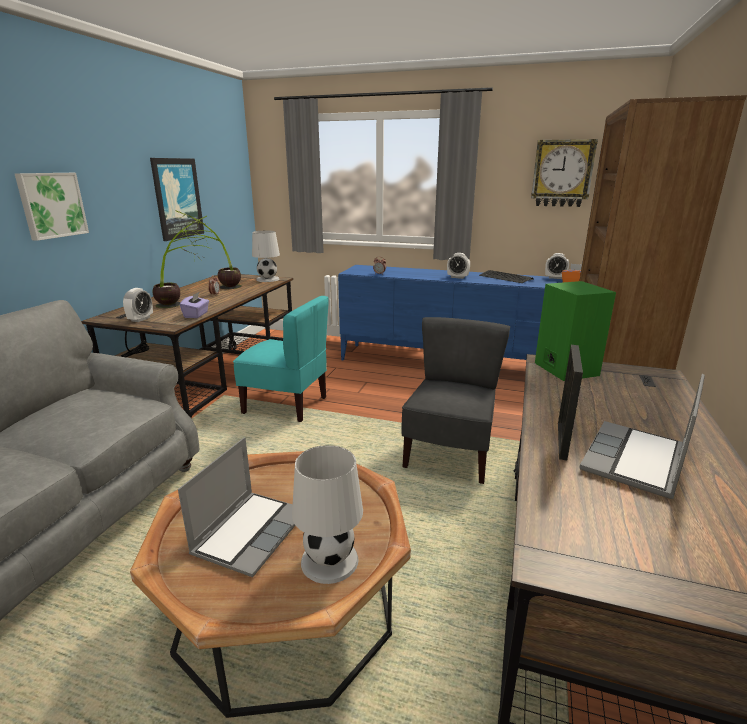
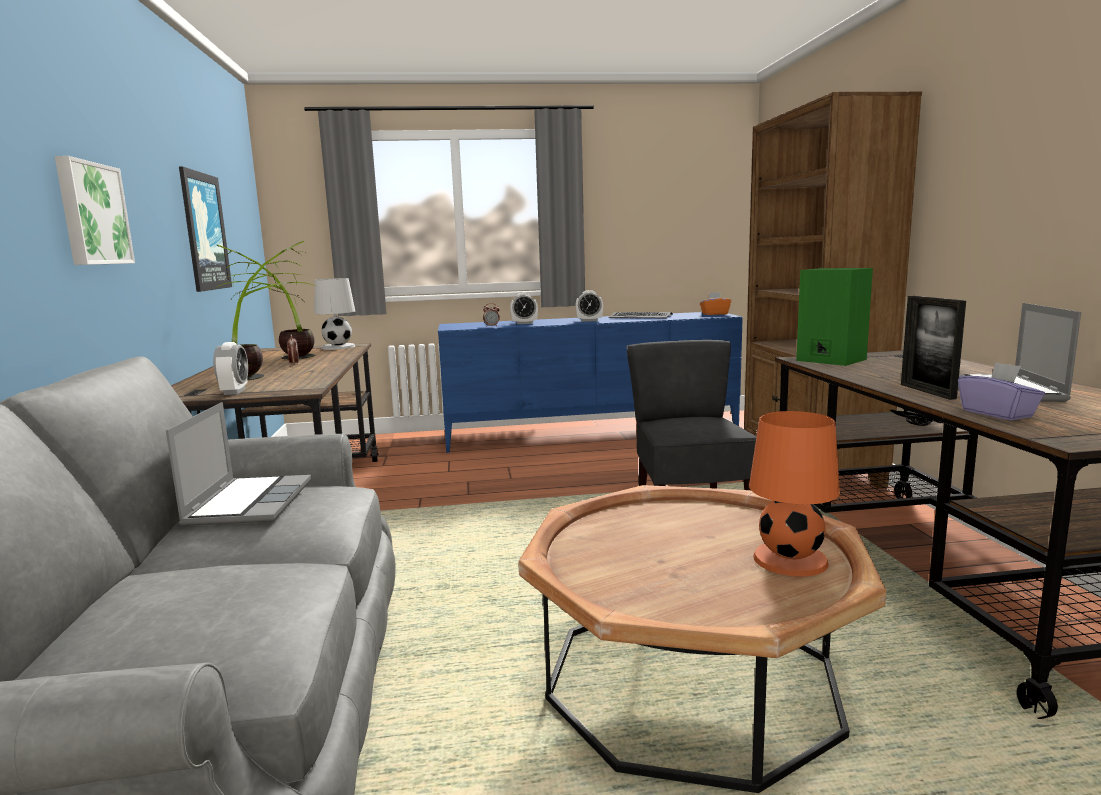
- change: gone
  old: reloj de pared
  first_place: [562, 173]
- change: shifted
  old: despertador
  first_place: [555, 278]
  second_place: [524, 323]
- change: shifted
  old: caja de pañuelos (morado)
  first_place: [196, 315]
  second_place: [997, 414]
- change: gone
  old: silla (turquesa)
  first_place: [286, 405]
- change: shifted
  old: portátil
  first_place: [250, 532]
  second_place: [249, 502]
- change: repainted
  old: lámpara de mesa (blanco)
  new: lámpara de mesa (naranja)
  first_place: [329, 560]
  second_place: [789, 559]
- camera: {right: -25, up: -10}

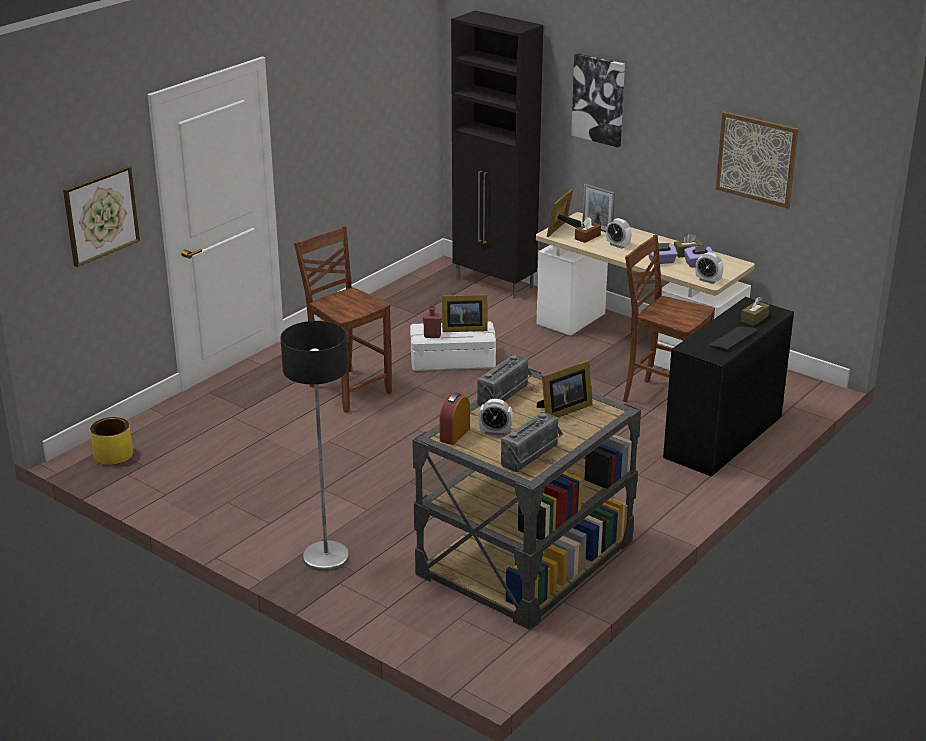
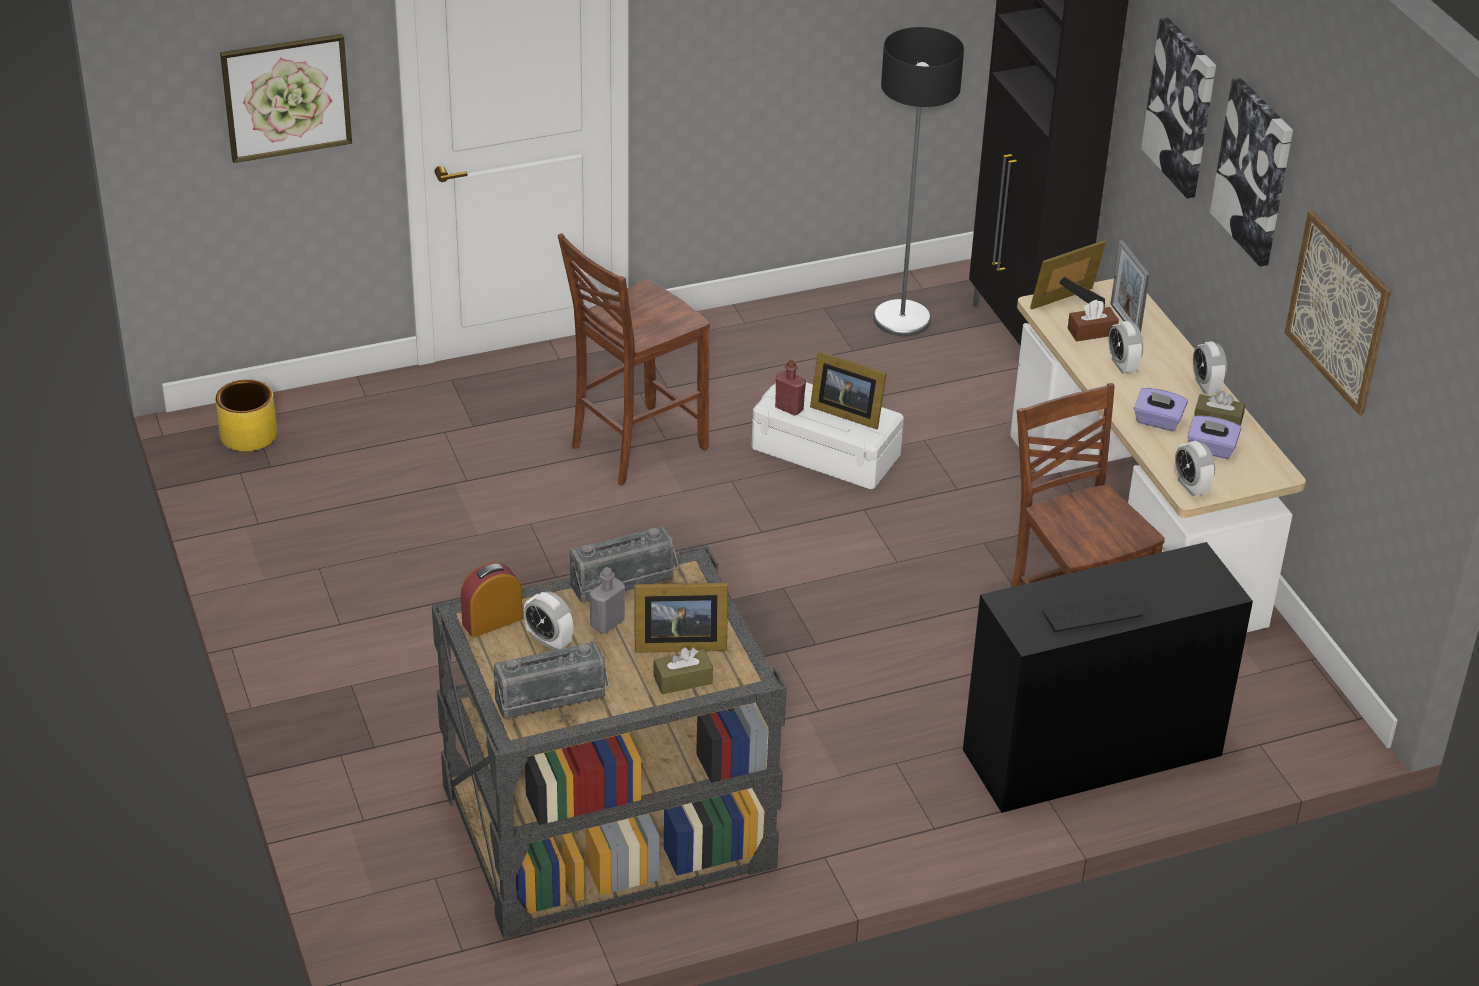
- change: rotated
  old: silla (marrón)
  first_place: [348, 389]
  second_place: [634, 447]
  degrees: -120
- change: shifted
  old: caja de pañuelos (marrón)
  first_place: [754, 318]
  second_place: [682, 680]
- change: shifted
  old: lámpara de pie
  first_place: [325, 557]
  second_place: [901, 319]
- change: new
  new: cuadro
  second_place: [1254, 171]
- change: new
  new: despertador
  second_place: [1206, 386]
- change: new
  new: botella (gris)
  second_place: [607, 623]
- camera: {right: 30, up: 10}

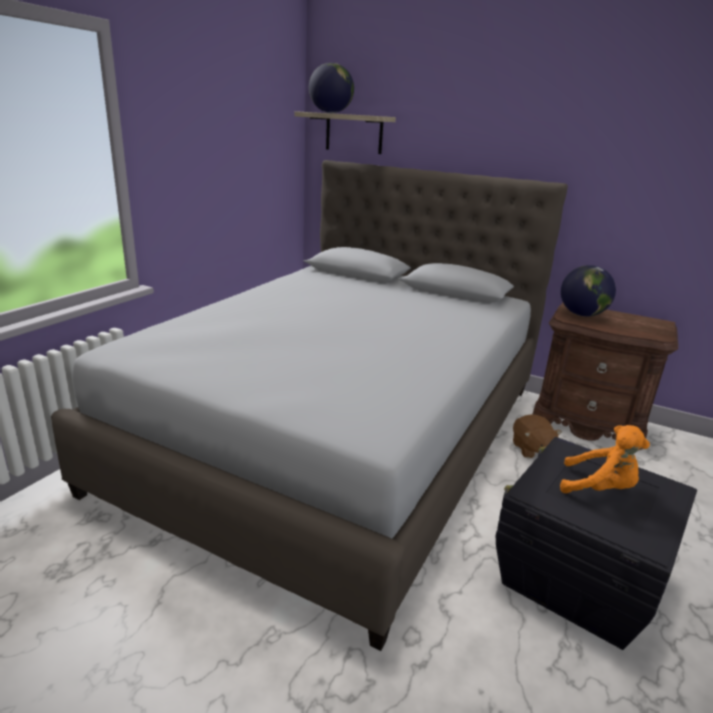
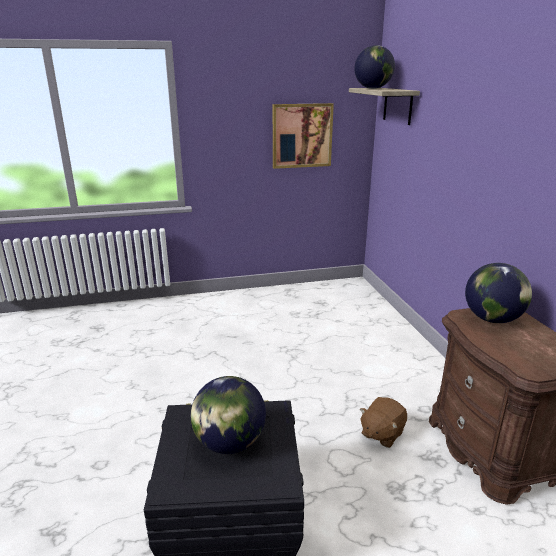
- change: gone
  old: cama (gris)
  first_place: [342, 434]
- change: swapped
  old: peluche (naranja)
  new: globo terráqueo
  first_place: [599, 488]
  second_place: [229, 443]
- change: new
  new: cuadro
  second_place: [302, 135]
- camera: {right: 50, up: 0}

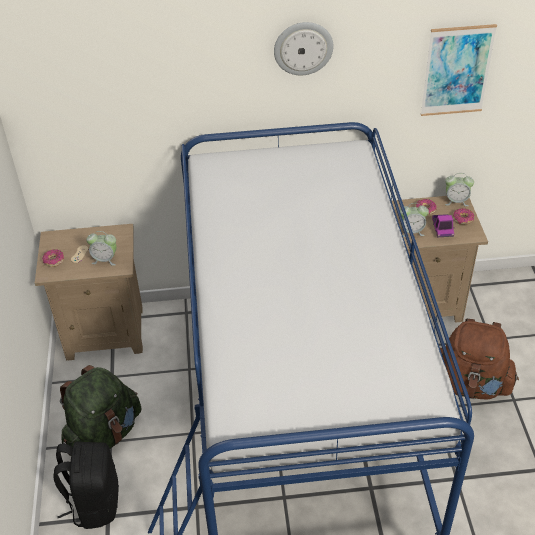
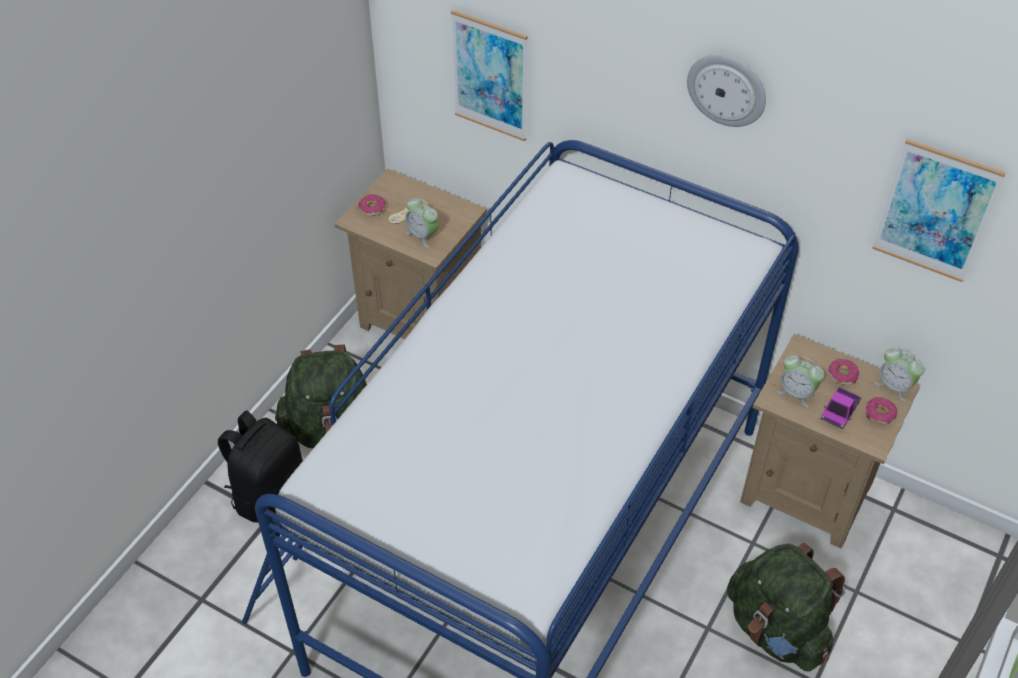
- change: repainted
  old: mochila (marrón)
  new: mochila (verde)
  first_place: [470, 384]
  second_place: [777, 629]
- change: new
  new: cuadro
  second_place: [490, 76]
- camera: {right: 35, up: 5}

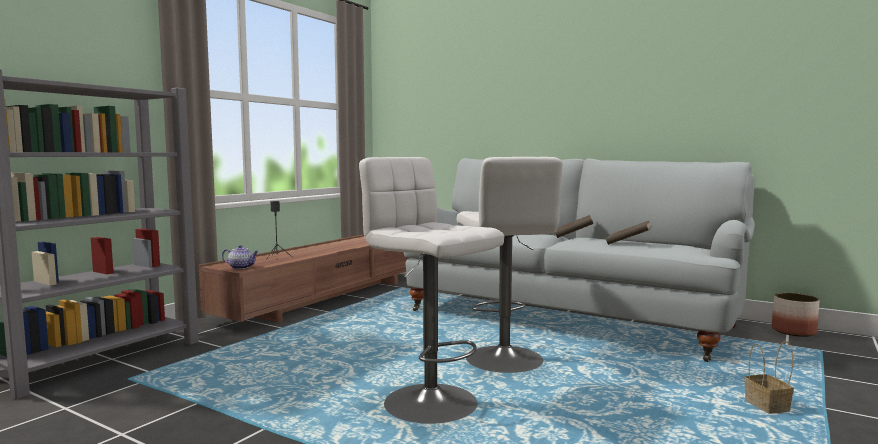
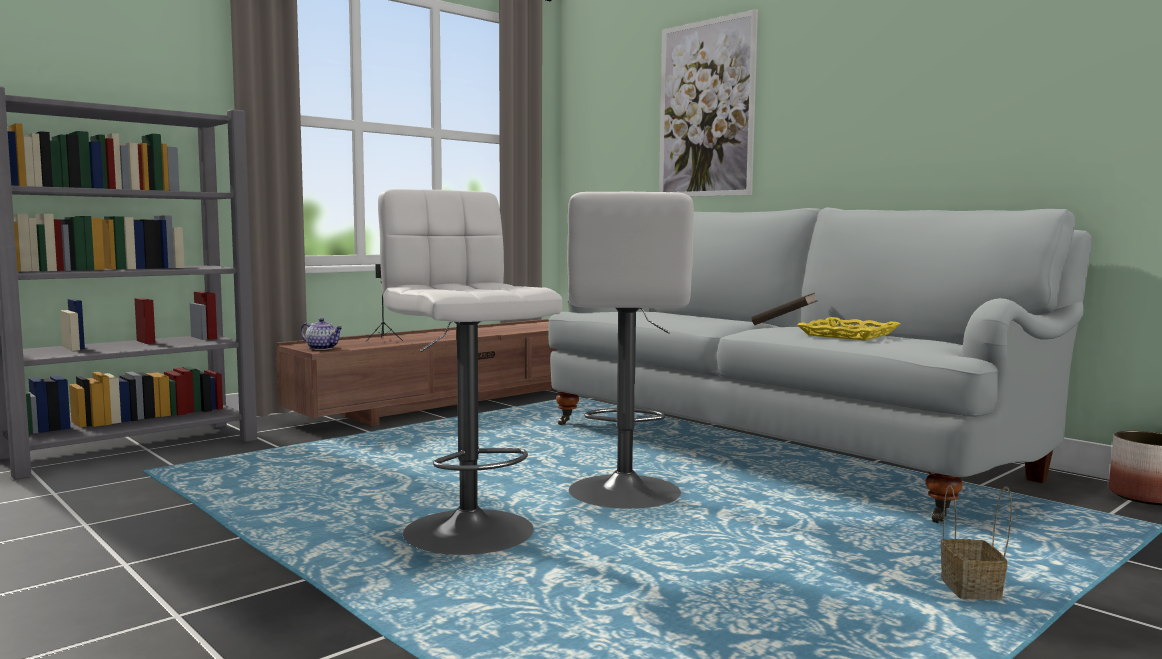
- change: swapped
  old: libro (marrón)
  new: bandeja (amarillo)
  first_place: [628, 243]
  second_place: [847, 334]
- change: new
  new: cuadro
  second_place: [706, 109]
- camera: {right: 15, up: 0}

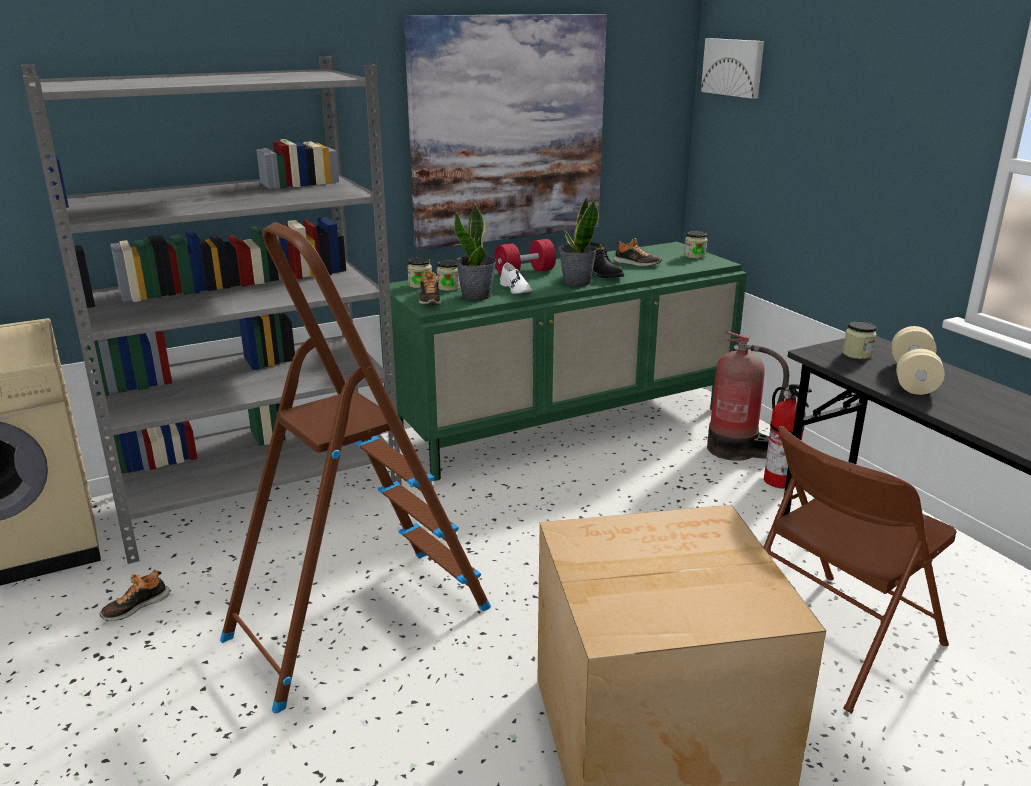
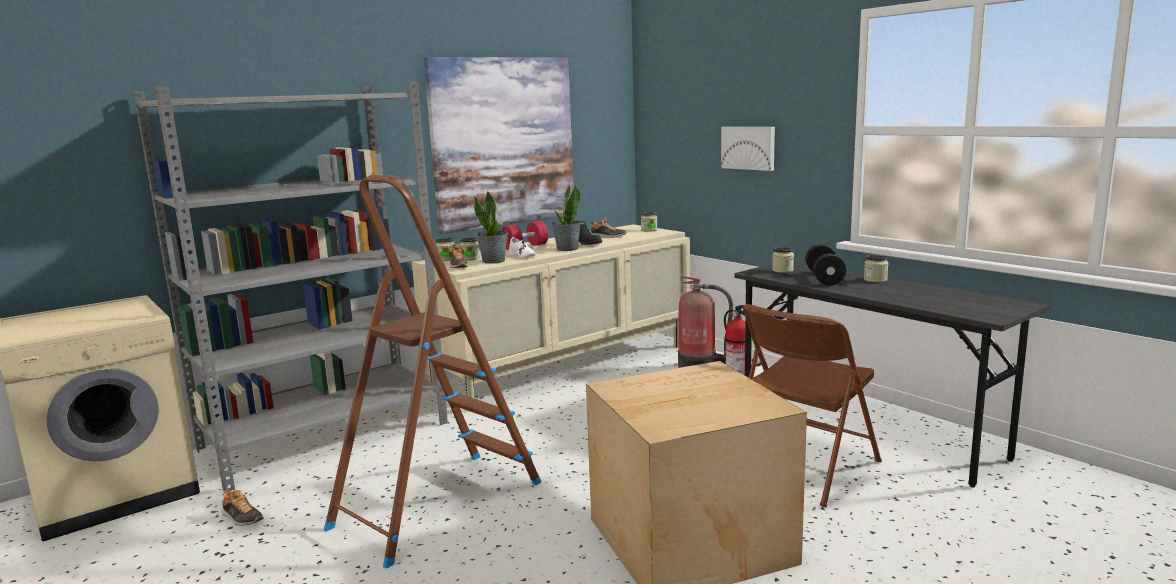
- change: shifted
  old: cuadro
  first_place: [734, 67]
  second_place: [749, 147]
- change: repainted
  old: armario (verde)
  new: armario (beis)
  first_place: [565, 424]
  second_place: [565, 367]
- change: repainted
  old: mancuerna (beis)
  new: mancuerna (negro)
  first_place: [912, 378]
  second_place: [824, 278]
- change: rotated
  old: zapato
  first_place: [135, 606]
  second_place: [242, 518]
  degrees: -90
- change: new
  new: tarro
  second_place: [875, 280]
- camera: {right: -10, up: -10}

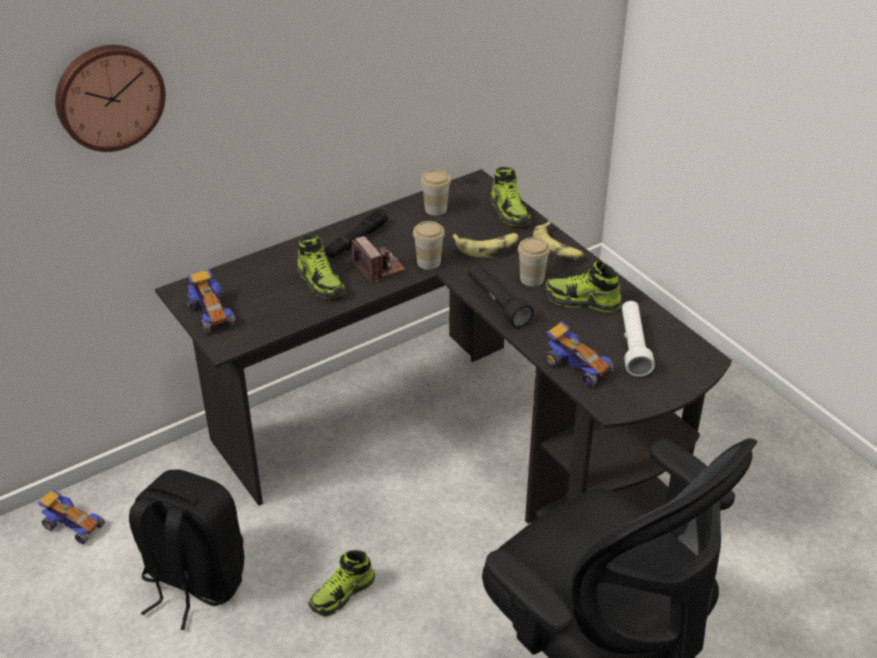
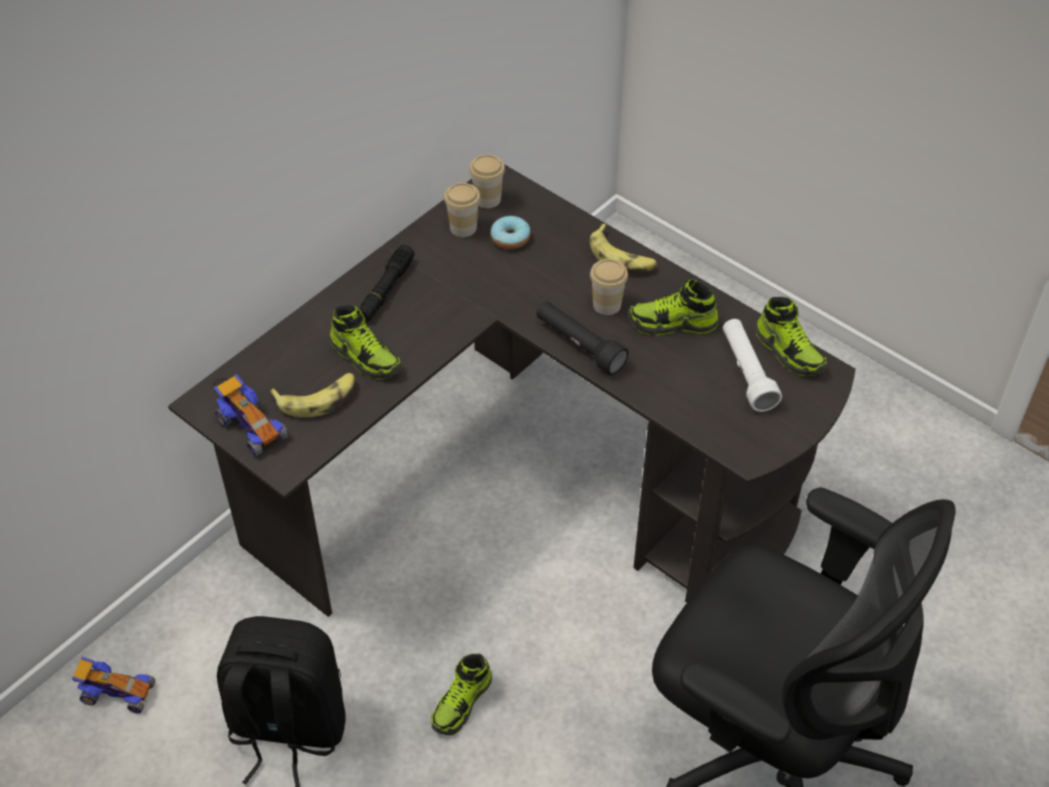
- change: gone
  old: reloj de pared
  first_place: [109, 96]
- change: shifted
  old: zapato
  first_place: [510, 211]
  second_place: [789, 351]
- change: shifted
  old: taza
  first_place: [428, 262]
  second_place: [487, 199]
- change: shifted
  old: plátano
  first_place: [487, 248]
  second_place: [317, 398]
- change: gone
  old: cámara
  first_place: [379, 268]
- change: gone
  old: coche de juguete
  first_place: [576, 366]
- change: new
  new: rosquilla
  second_place: [510, 238]
- camera: {right: -15, up: 10}

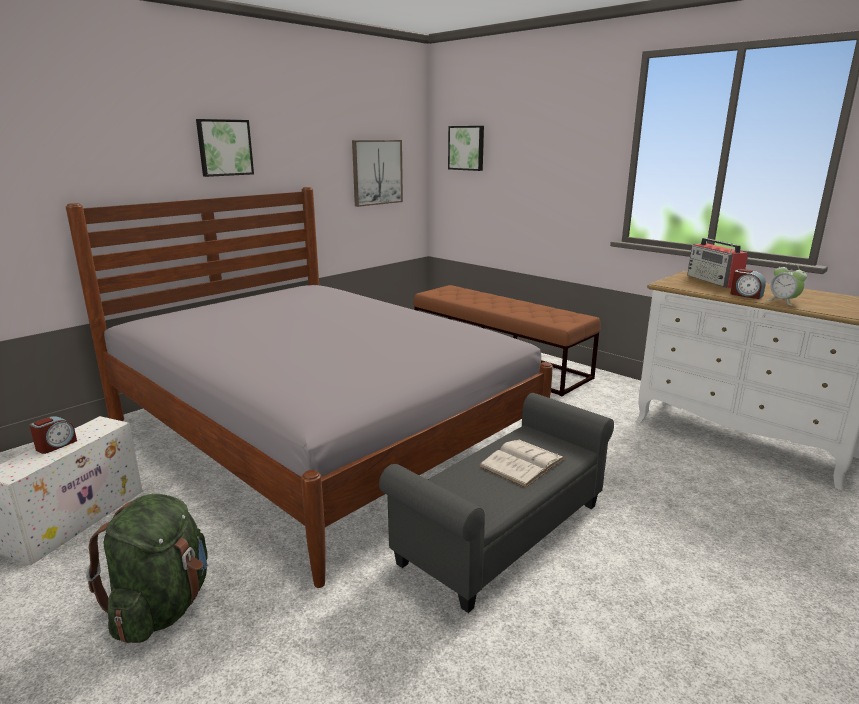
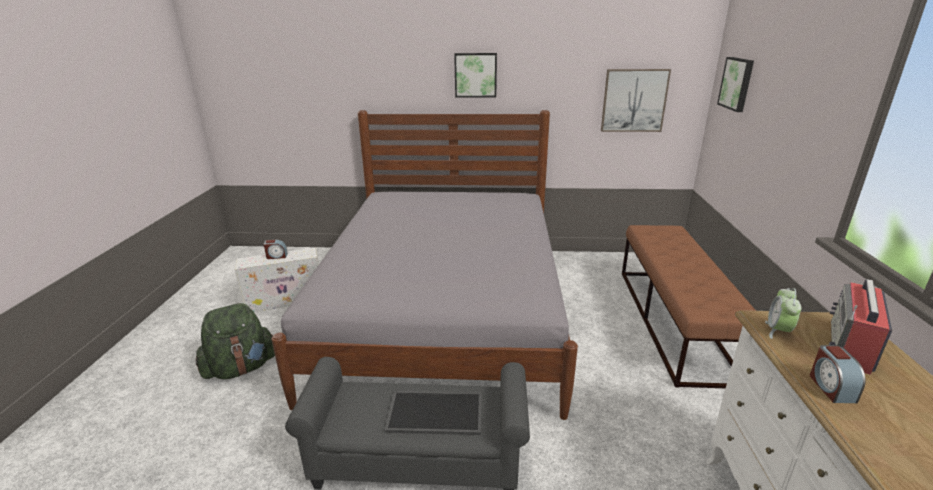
- change: shifted
  old: despertador
  first_place: [783, 301]
  second_place: [778, 331]
- change: swapped
  old: libro (blanco)
  new: bandeja
  first_place: [522, 462]
  second_place: [434, 414]
- camera: {right: 50, up: 5}

